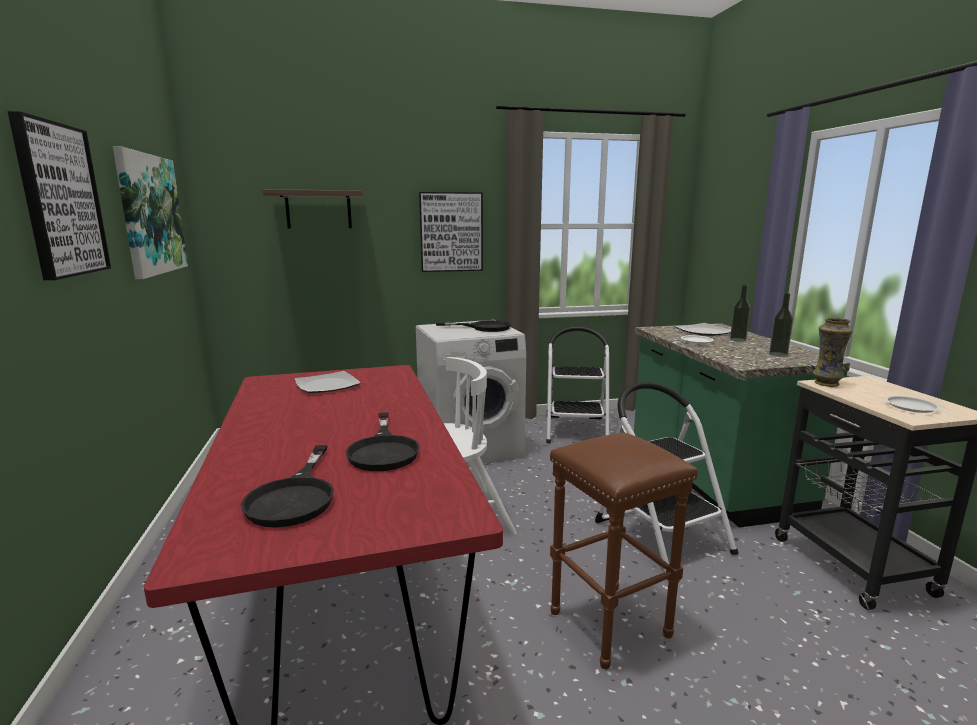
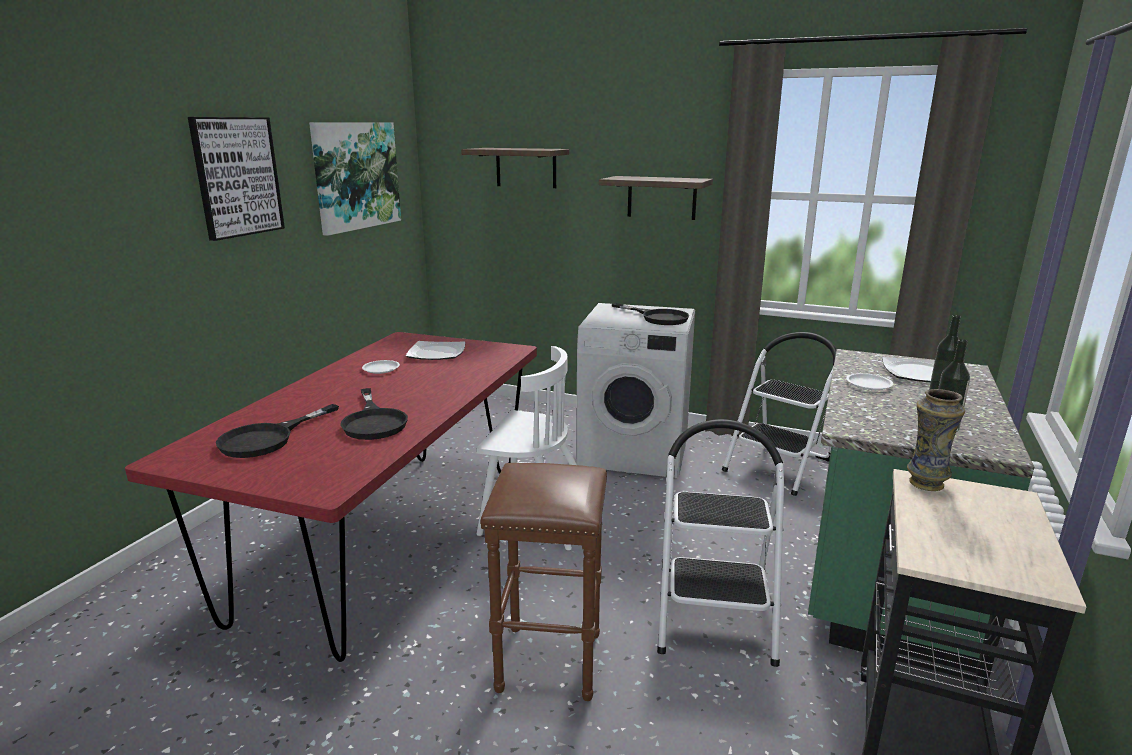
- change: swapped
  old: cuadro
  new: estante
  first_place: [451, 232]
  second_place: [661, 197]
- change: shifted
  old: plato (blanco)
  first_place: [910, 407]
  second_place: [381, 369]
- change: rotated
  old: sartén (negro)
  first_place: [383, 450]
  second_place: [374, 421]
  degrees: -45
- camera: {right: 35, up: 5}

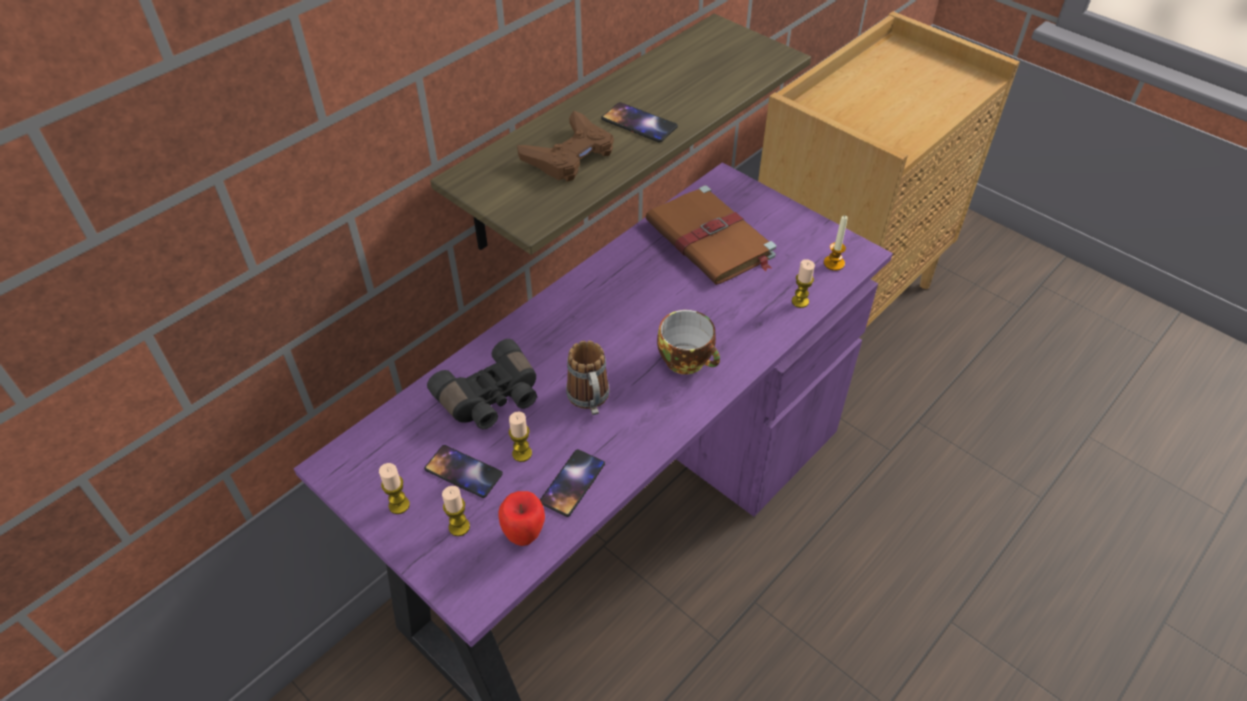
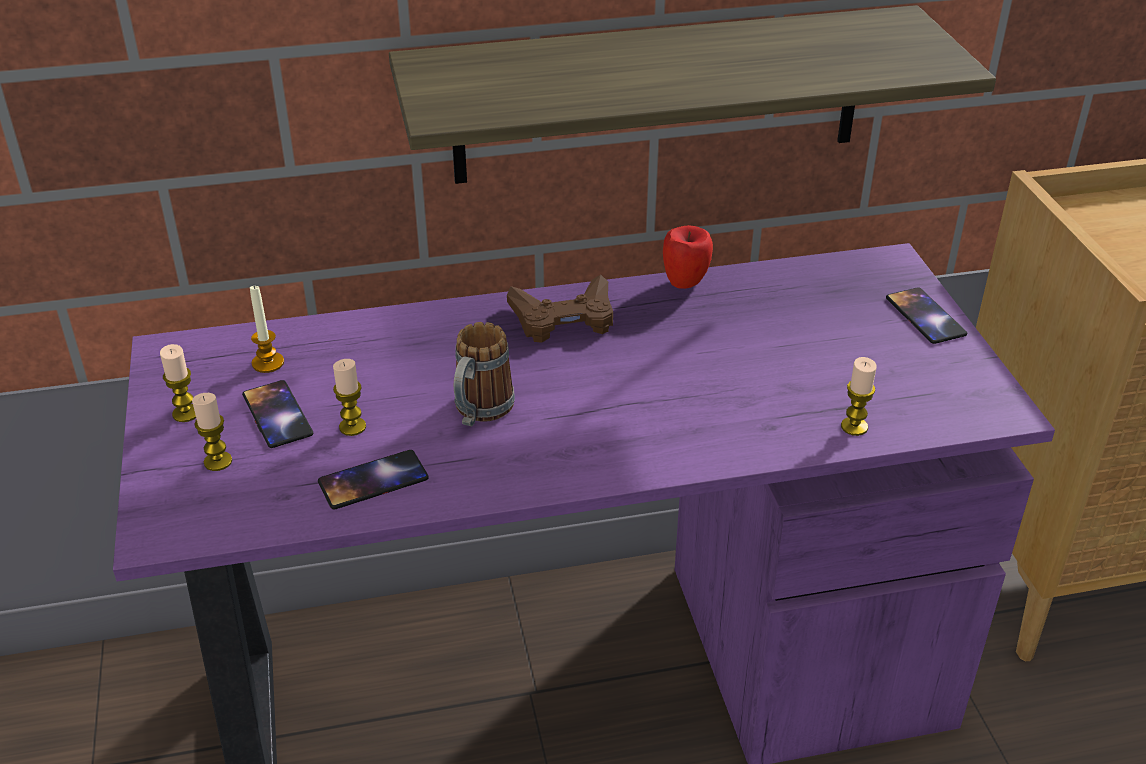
- change: shifted
  old: móvil
  first_place: [639, 123]
  second_place: [925, 316]
- change: shifted
  old: mando de consola (marrón)
  first_place: [569, 155]
  second_place: [564, 318]
- change: gone
  old: libro (marrón)
  first_place: [711, 240]
- change: shifted
  old: vela
  first_place: [834, 263]
  second_place: [268, 363]
- change: gone
  old: taza
  first_place: [688, 360]
- change: gone
  old: prismáticos (negro)
  first_place: [491, 399]
- change: shifted
  old: manzana
  first_place: [524, 535]
  second_place: [685, 284]
- camera: {right: 35, up: -10}

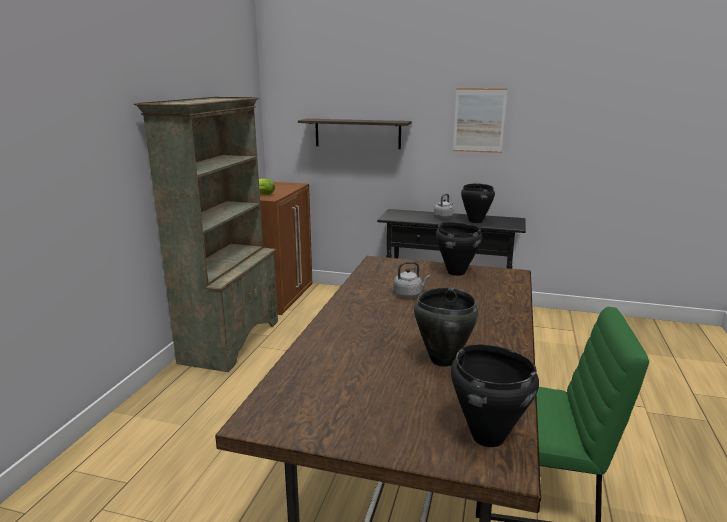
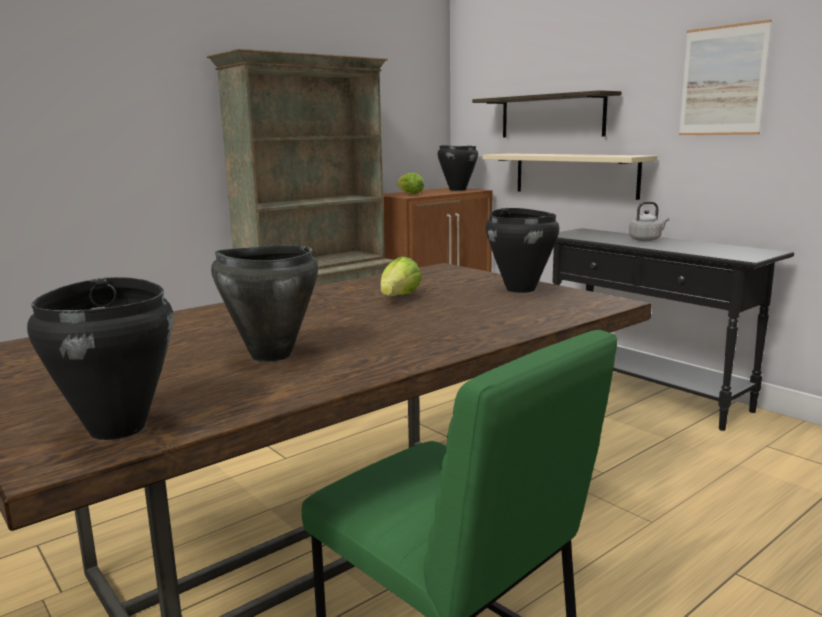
- change: shifted
  old: olla (negro)
  first_place: [475, 221]
  second_place: [457, 190]
- change: swapped
  old: hervidor (gris)
  new: lechuga
  first_place: [409, 294]
  second_place: [399, 298]
- change: new
  new: estante (beis)
  second_place: [575, 174]
- camera: {right: 35, up: -5}

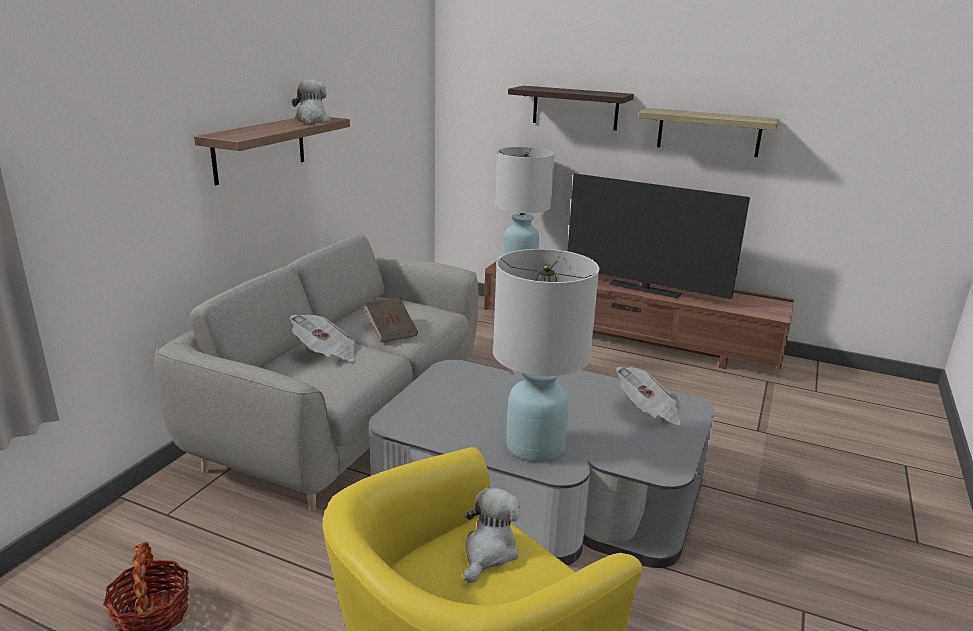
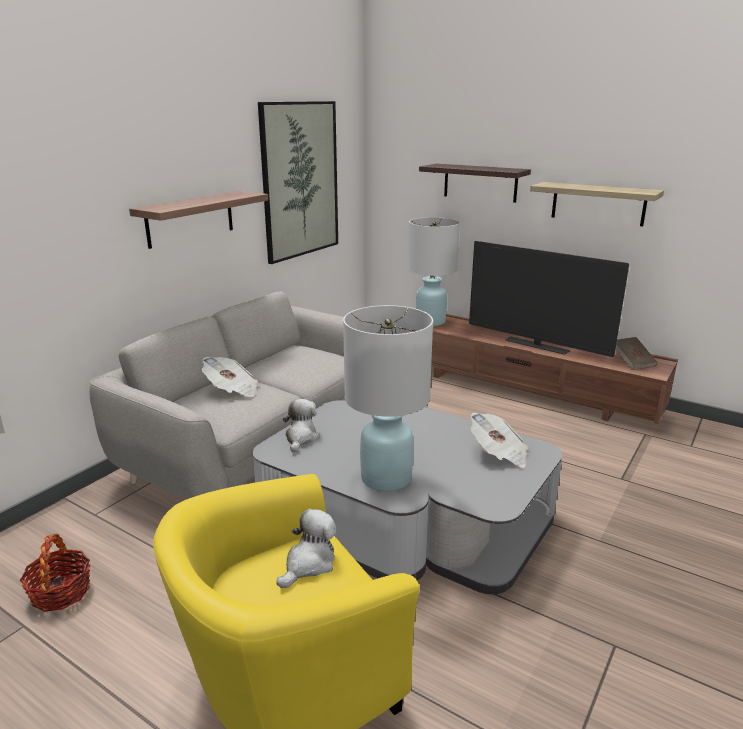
- change: shifted
  old: peluche
  first_place: [311, 120]
  second_place: [301, 438]
- change: shifted
  old: libro (marrón)
  first_place: [391, 331]
  second_place: [632, 362]
- change: new
  new: cuadro
  second_place: [300, 180]
- camera: {right: 10, up: 0}

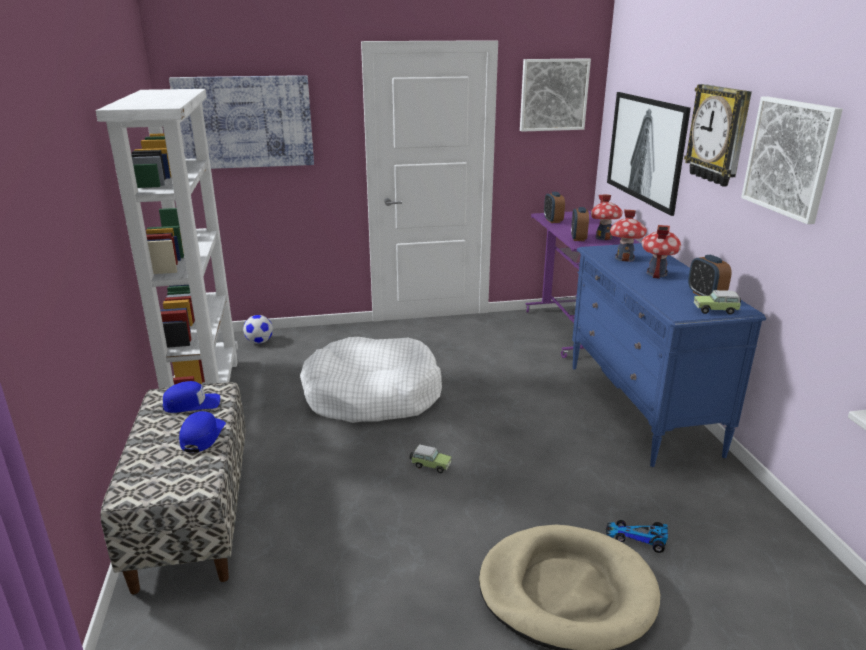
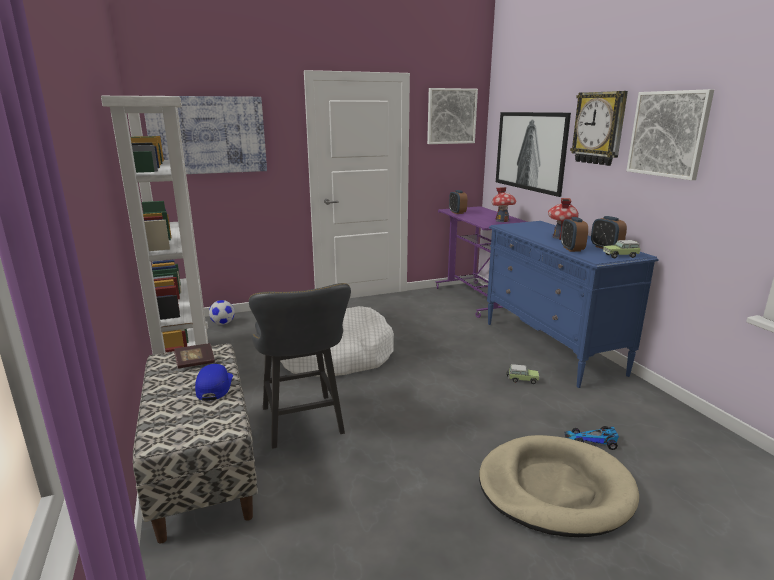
- change: shifted
  old: despertador
  first_place: [578, 238]
  second_place: [572, 249]
- change: gone
  old: casita
  first_place: [624, 258]
- change: swapped
  old: gorra (azul)
  new: libro
  first_place: [192, 404]
  second_place: [195, 363]
- change: shifted
  old: coche de juguete
  first_place: [430, 465]
  second_place: [521, 380]
- change: new
  new: taburete (gris)
  second_place: [304, 426]
- camera: {right: -10, up: -5}

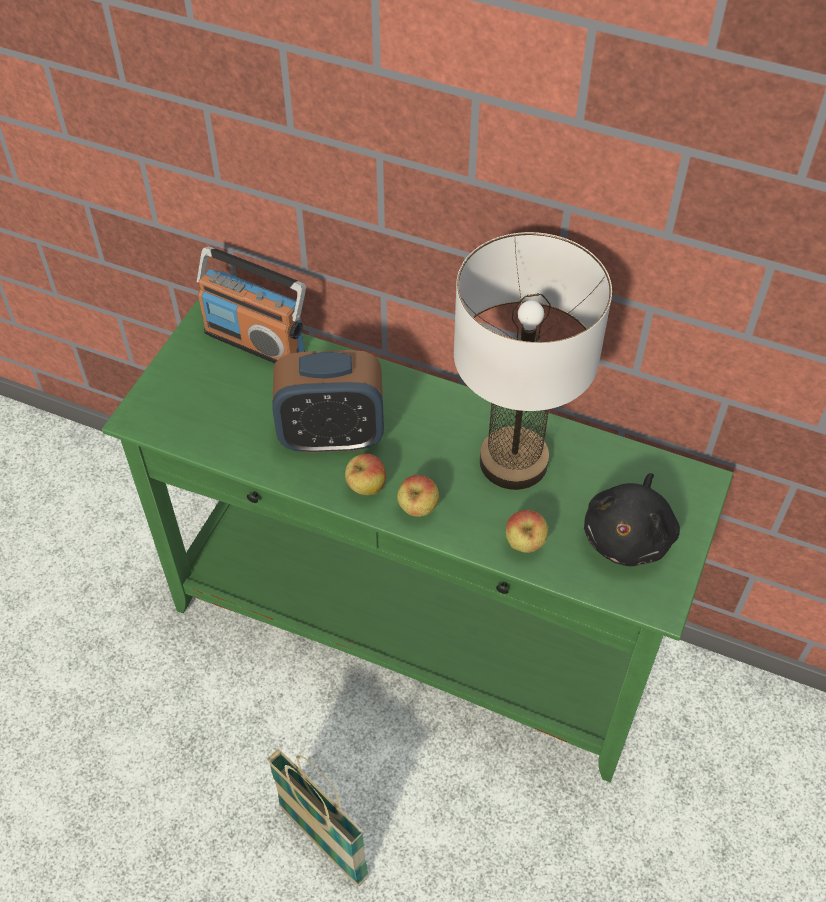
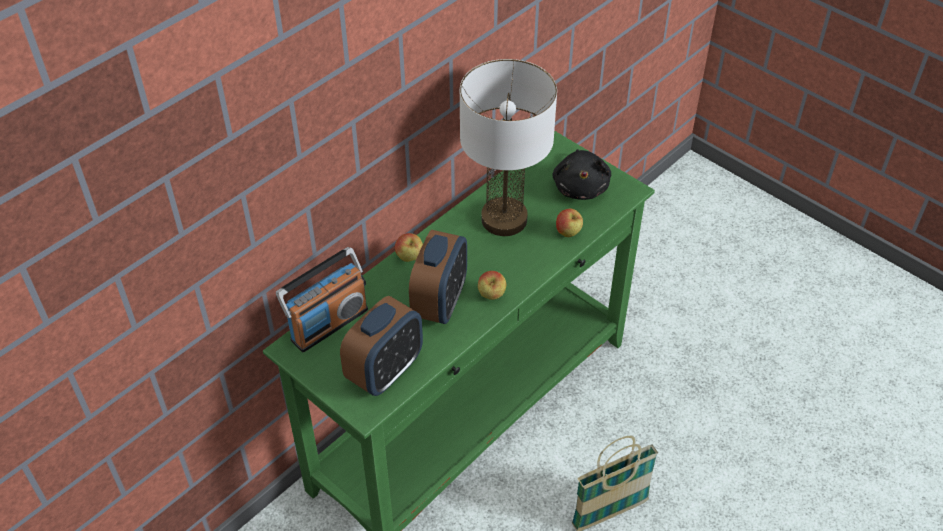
- change: rotated
  old: peluche (negro)
  first_place: [629, 536]
  second_place: [581, 187]
  degrees: 45
- change: shifted
  old: manzana
  first_place: [418, 509]
  second_place: [409, 258]
- change: new
  new: despertador
  second_place: [385, 371]
- camera: {right: -70, up: -5}

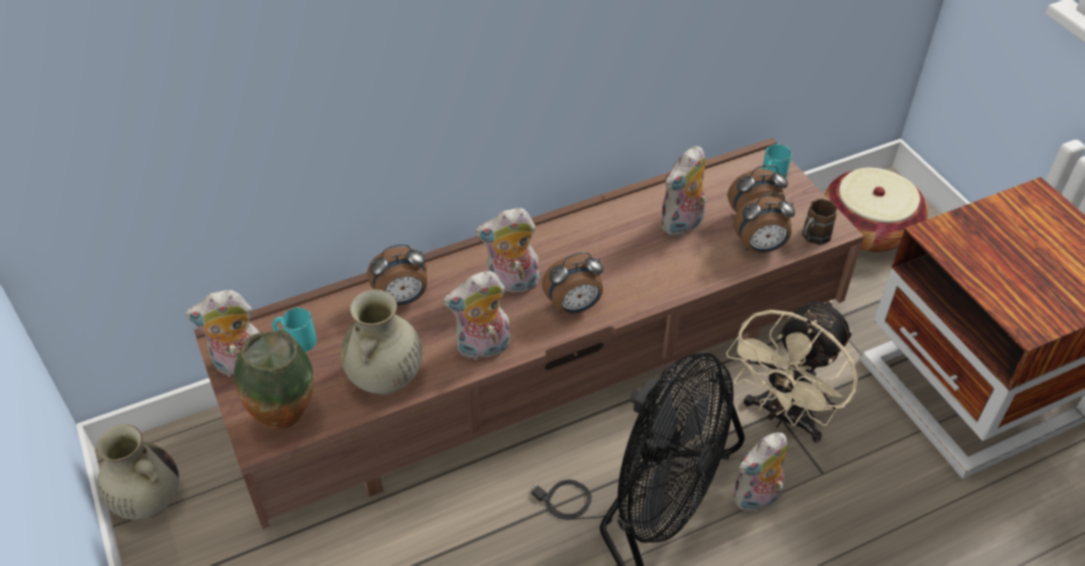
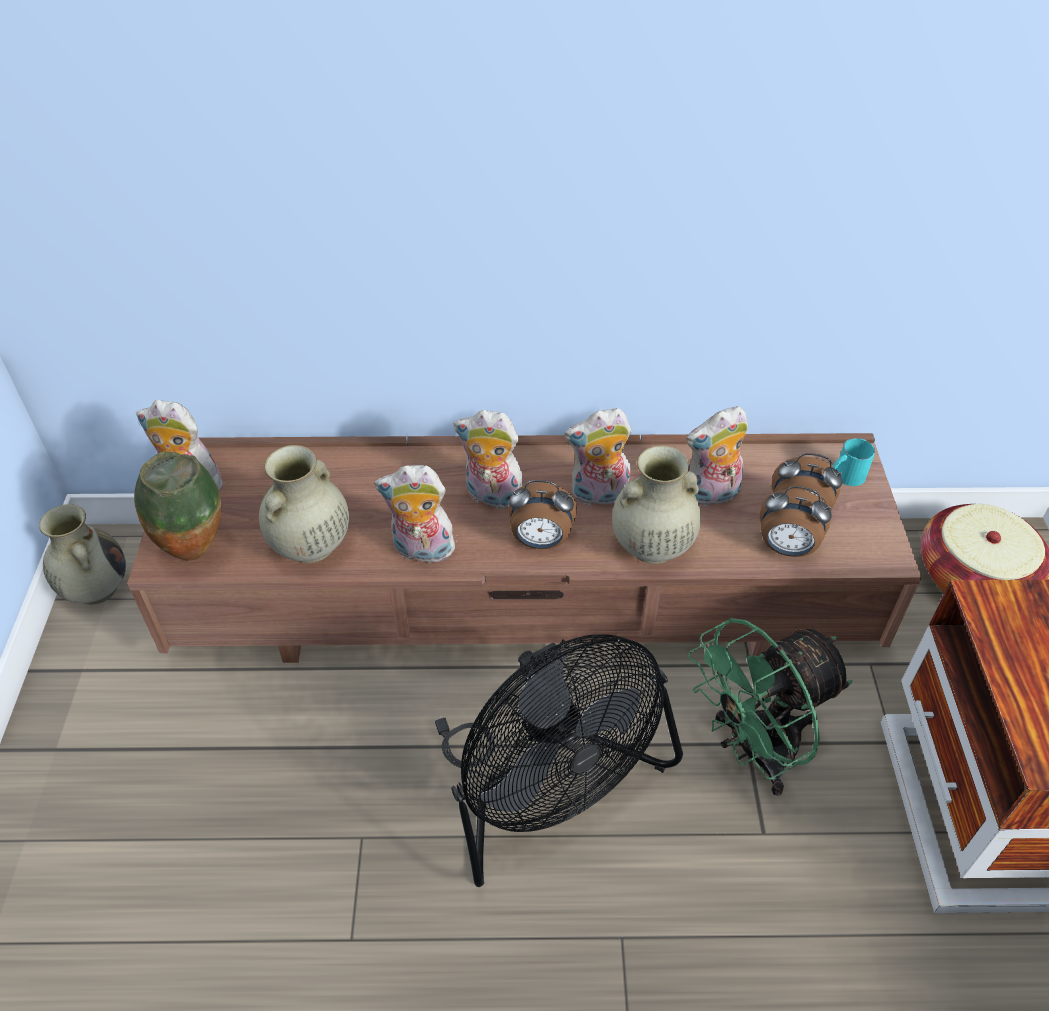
- change: gone
  old: taza grande (marrón)
  first_place: [812, 238]
- change: gone
  old: despertador
  first_place: [402, 299]
- change: repainted
  old: ventilador (beis)
  new: ventilador (verde)
  first_place: [784, 417]
  second_place: [753, 751]
- change: gone
  old: taza grande (turquesa)
  first_place: [295, 340]
- change: shifted
  old: peluche
  first_place: [756, 499]
  second_place: [598, 496]
- change: new
  new: florero (beis)
  second_place: [651, 547]
- camera: {right: 25, up: 0}

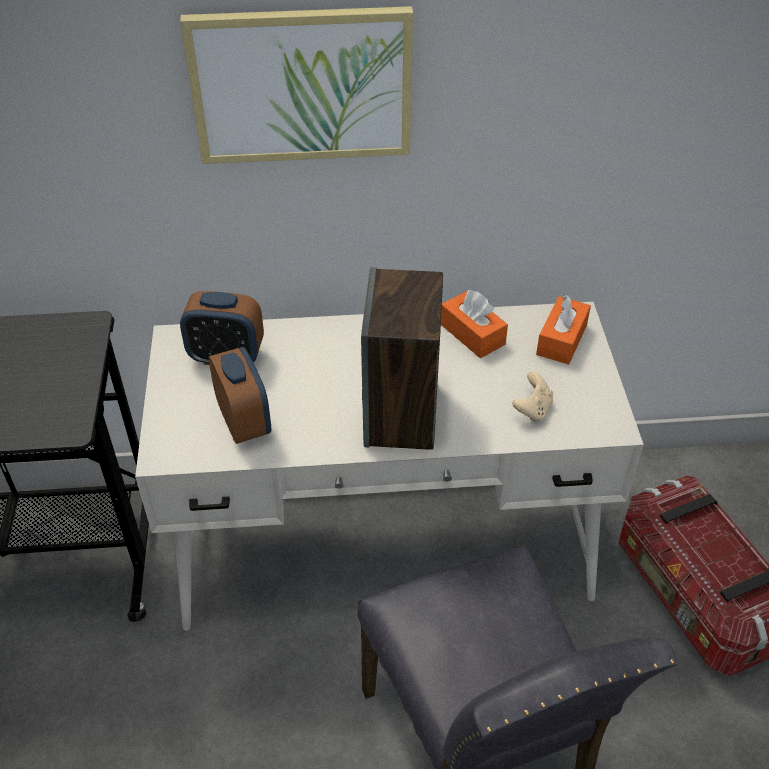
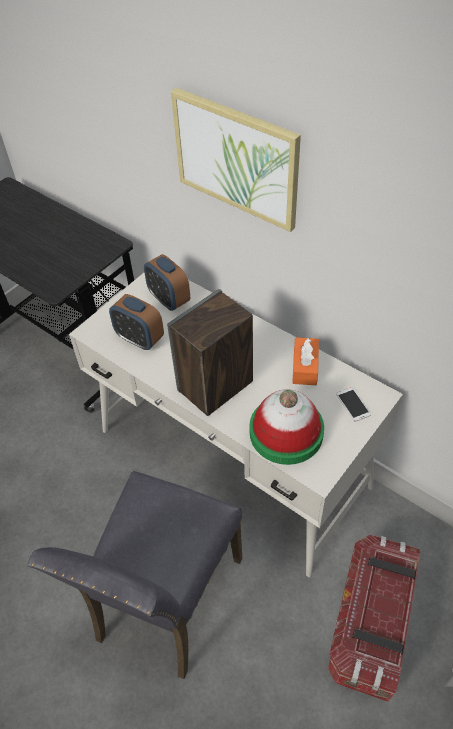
- change: swapped
  old: caja de pañuelos (naranja)
  new: móvil
  first_place: [561, 340]
  second_place: [353, 404]
- change: rotated
  old: despertador
  first_place: [244, 422]
  second_place: [139, 339]
  degrees: 105
- change: swapped
  old: mando de consola (beis)
  new: sombrero
  first_place: [532, 409]
  second_place: [286, 432]
- camera: {right: 45, up: 5}

